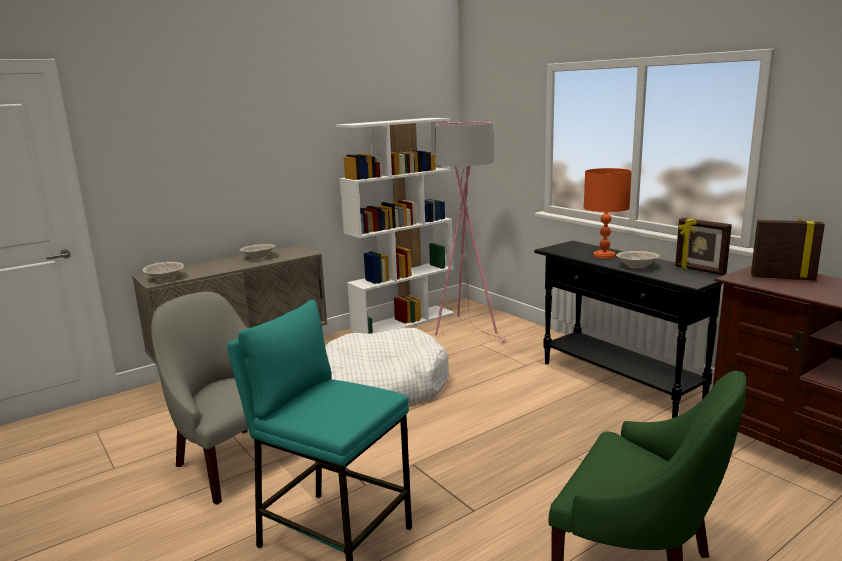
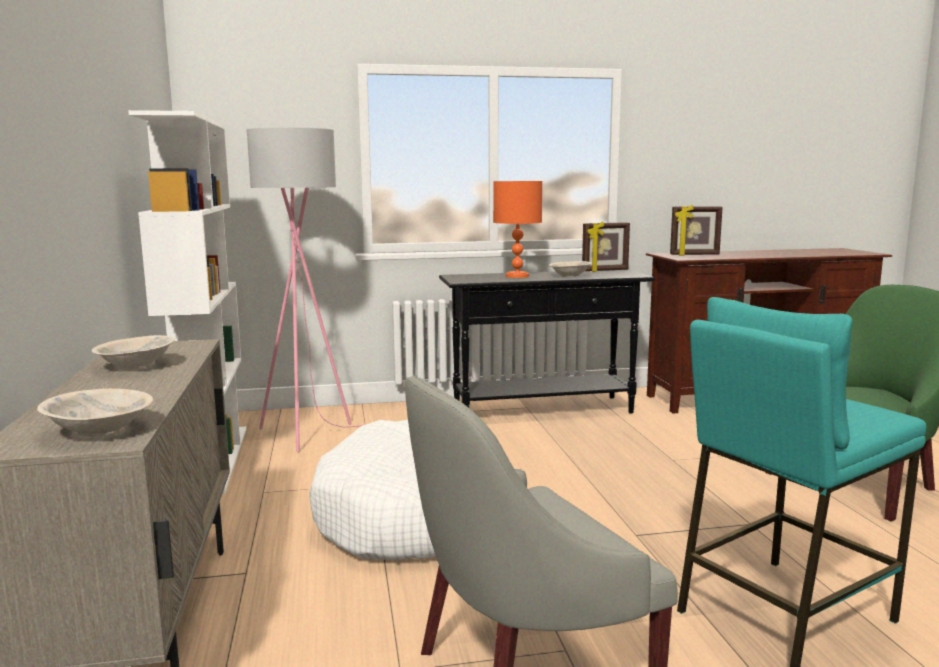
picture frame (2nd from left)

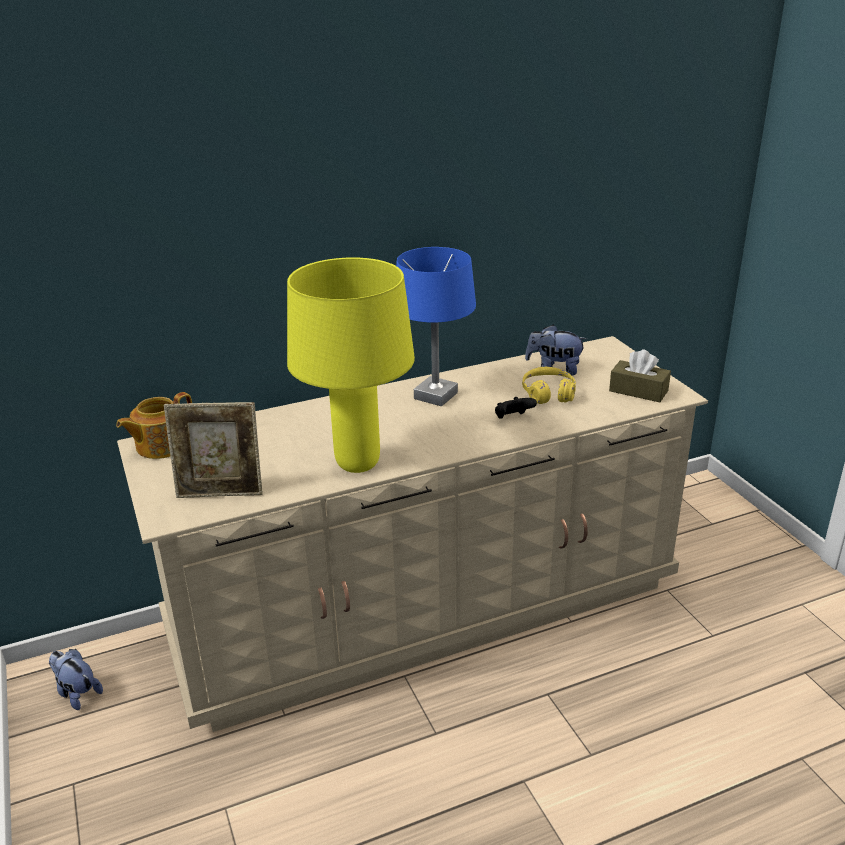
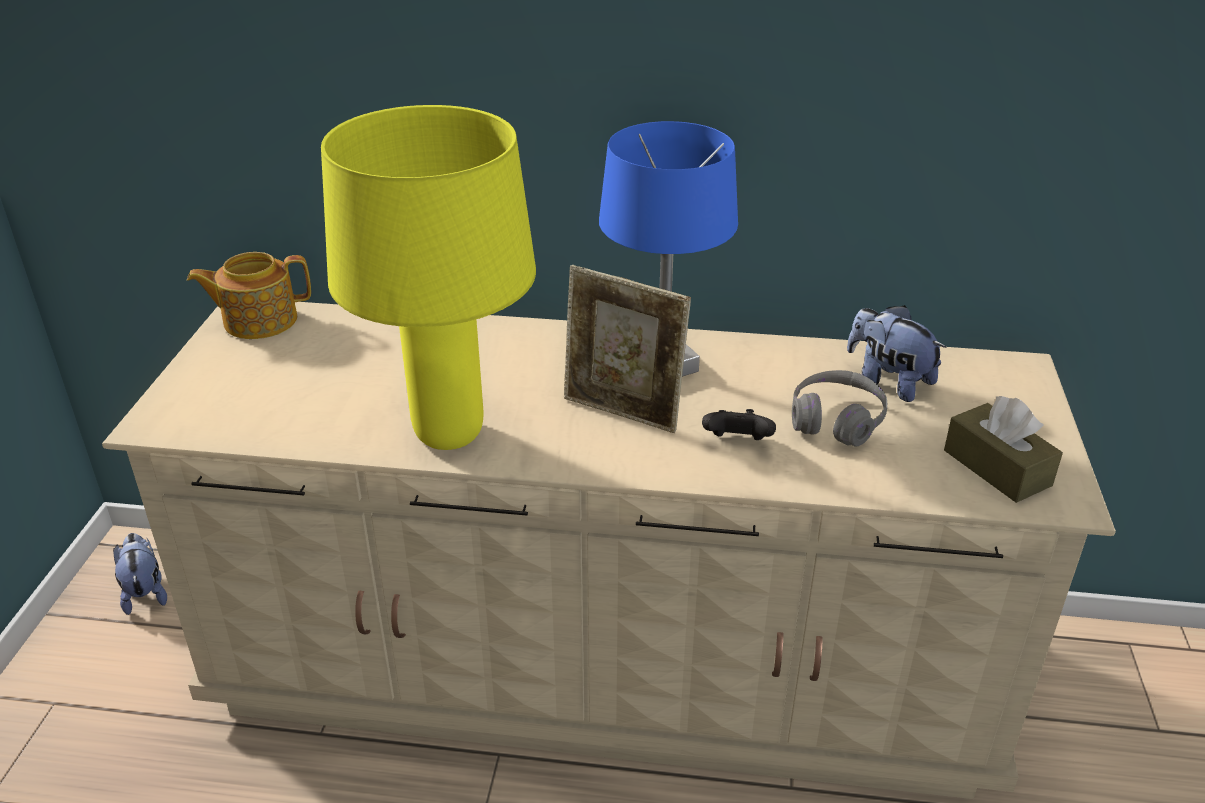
picture frame
gray headset

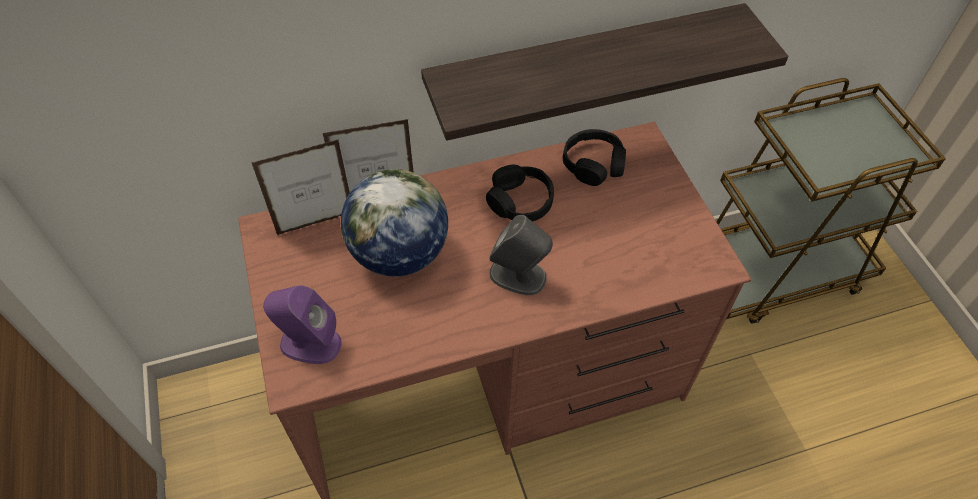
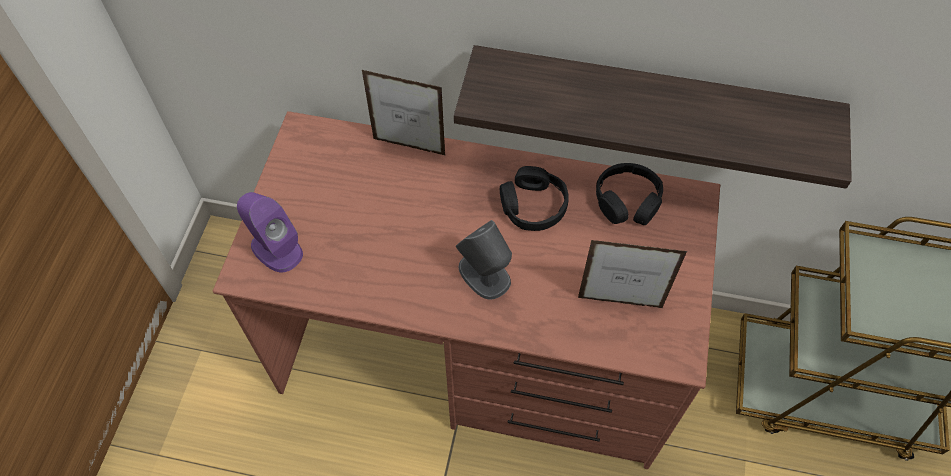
picture frame (2nd from left)
desk globe

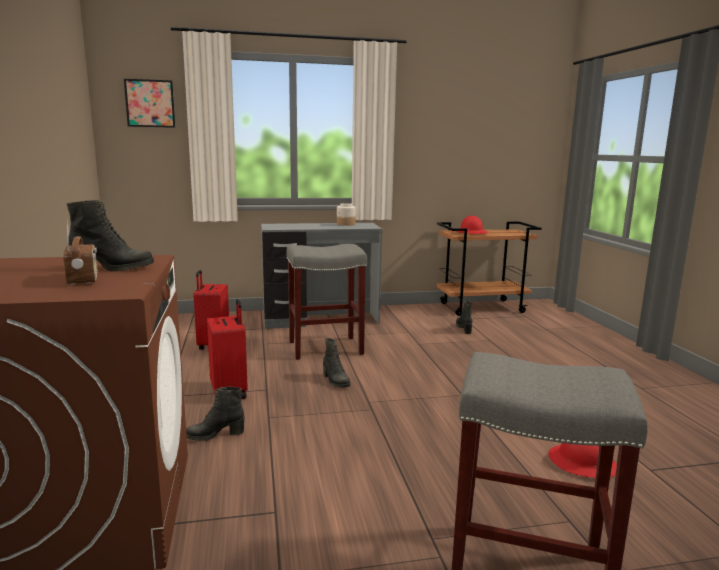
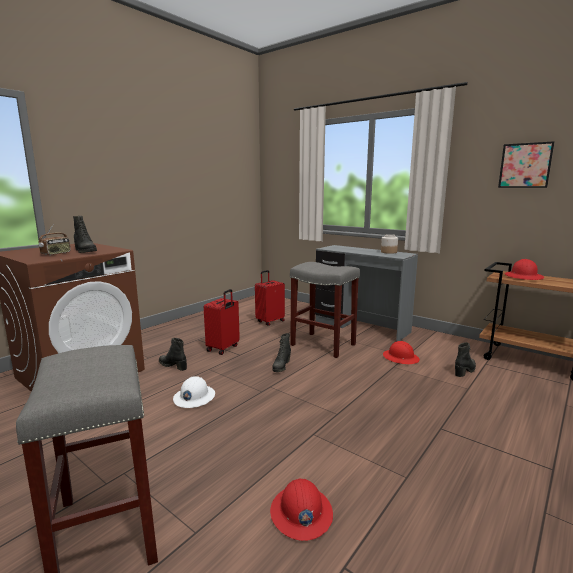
whitish hard hat
red-coloured hard hat (2nd from left)
picture

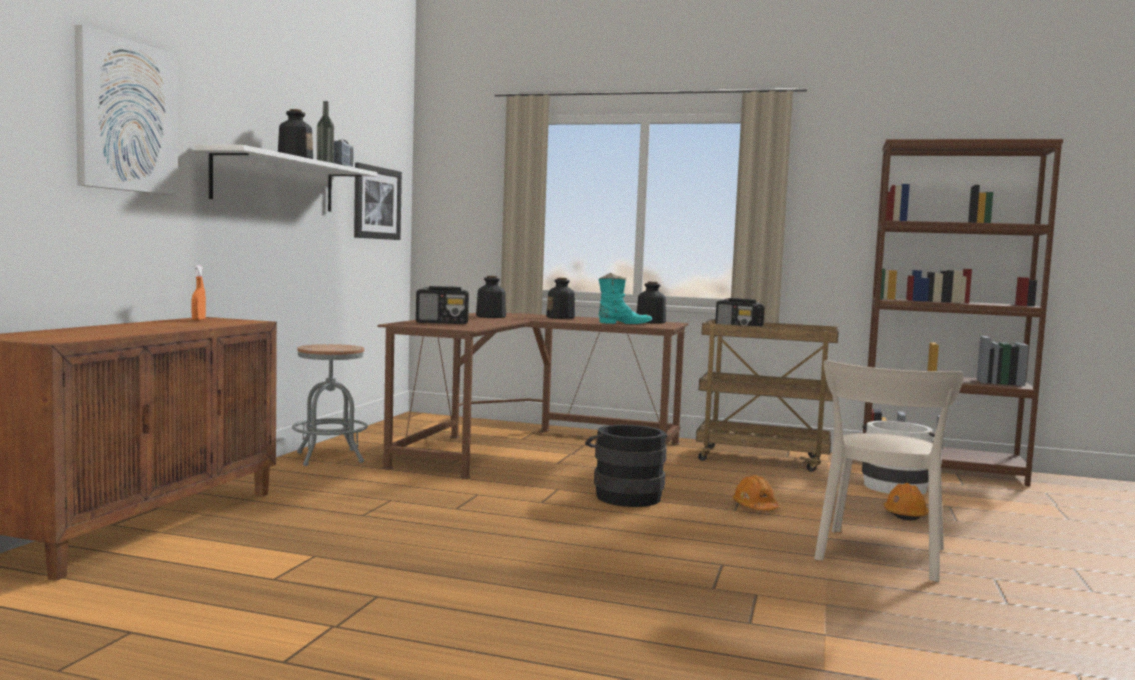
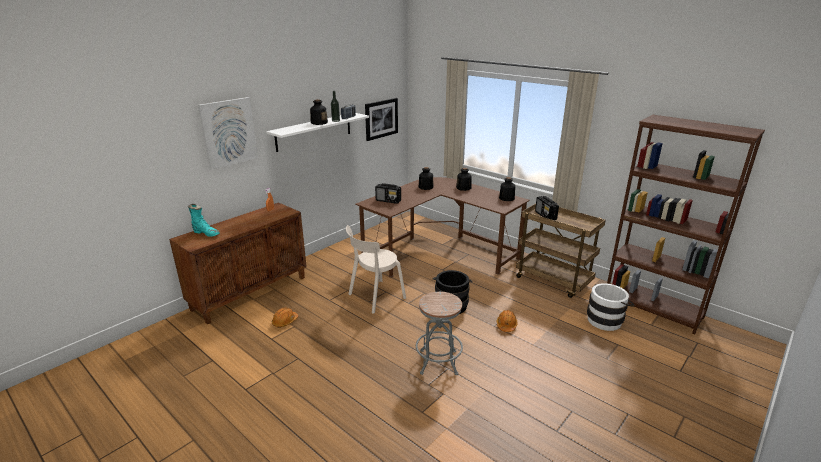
turquoise-coloured high-top boot
orange-coloured hard hat (1st from left)
beige-coloured plain chair
gray stool

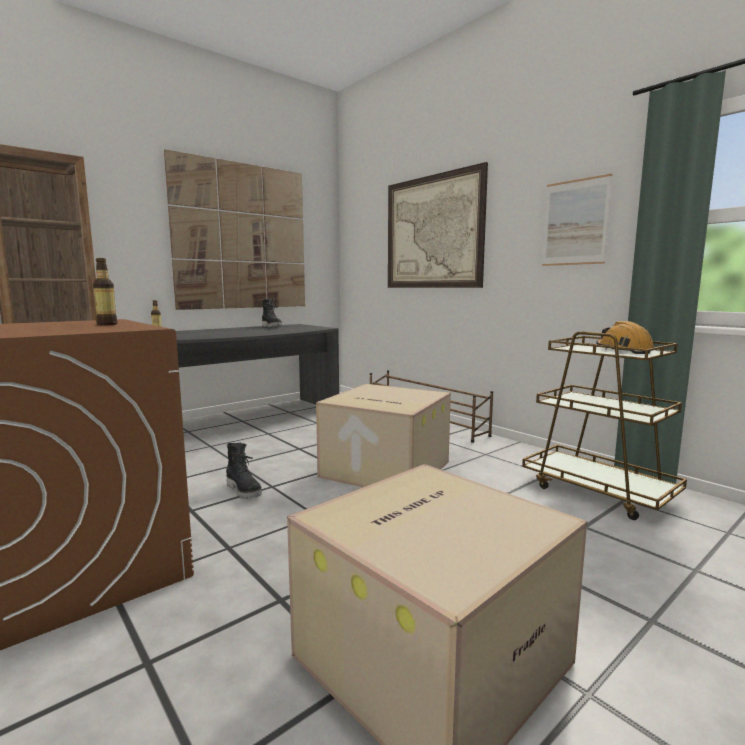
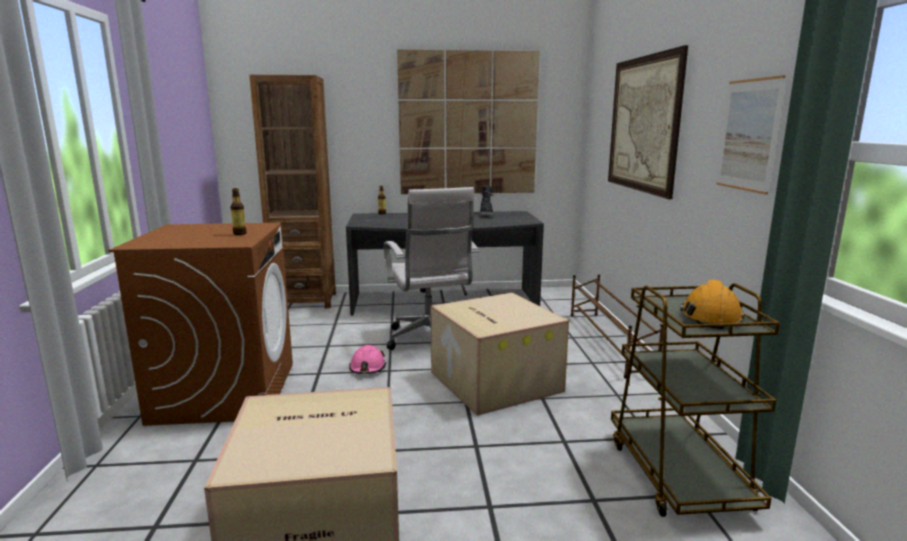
pinkish hard hat
whitish office chair

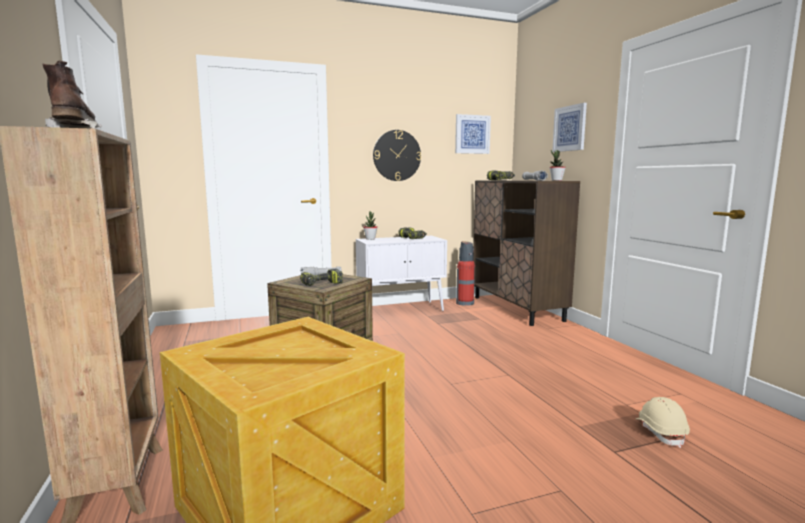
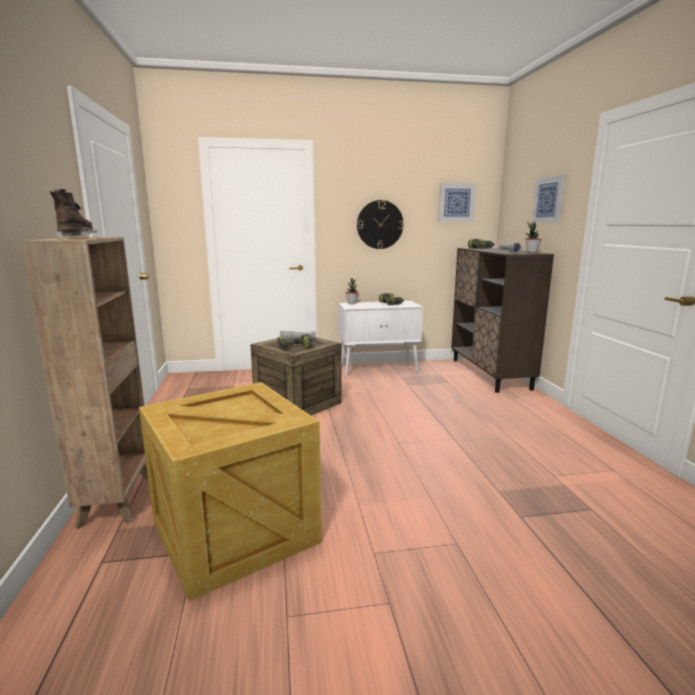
extinguisher
beige-coloured hard hat

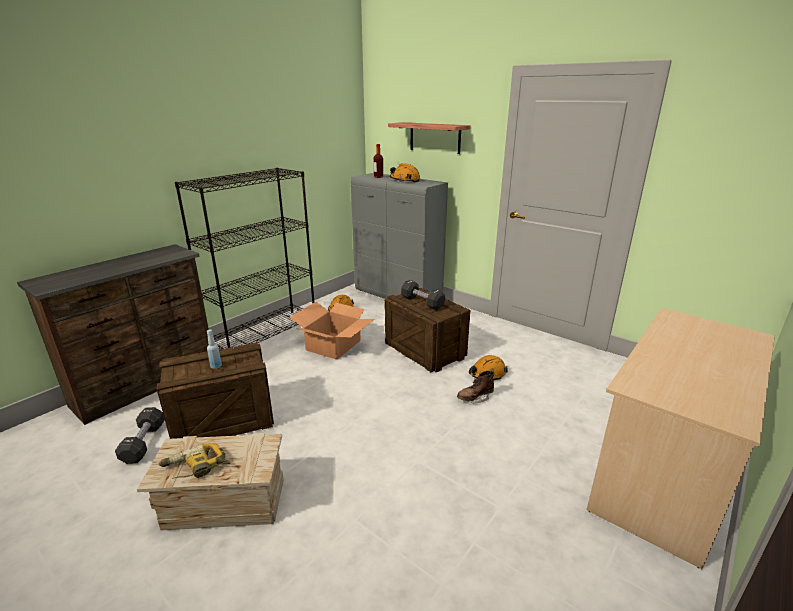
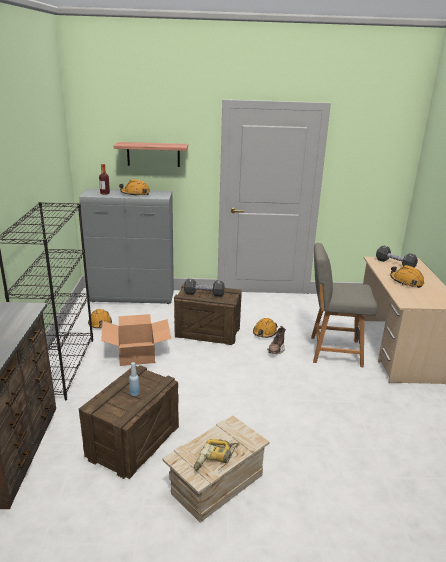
gray plain chair
black hand weight (2nd from left)
orange-coloured hard hat (4th from left)

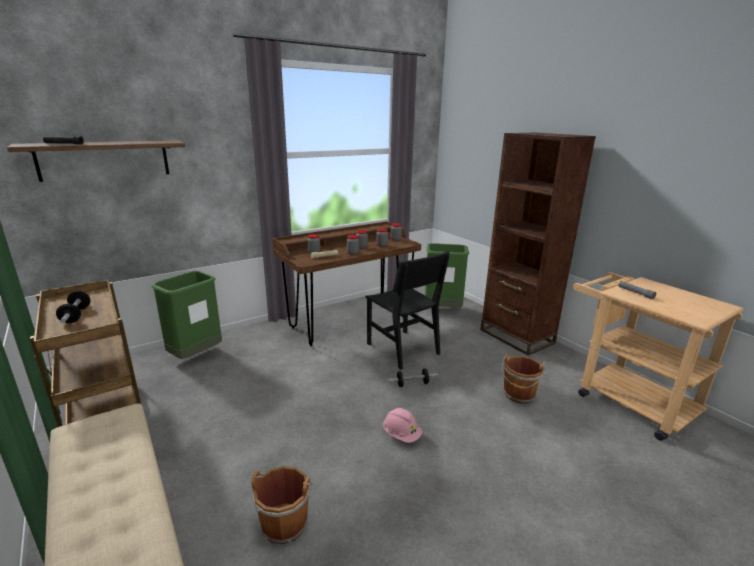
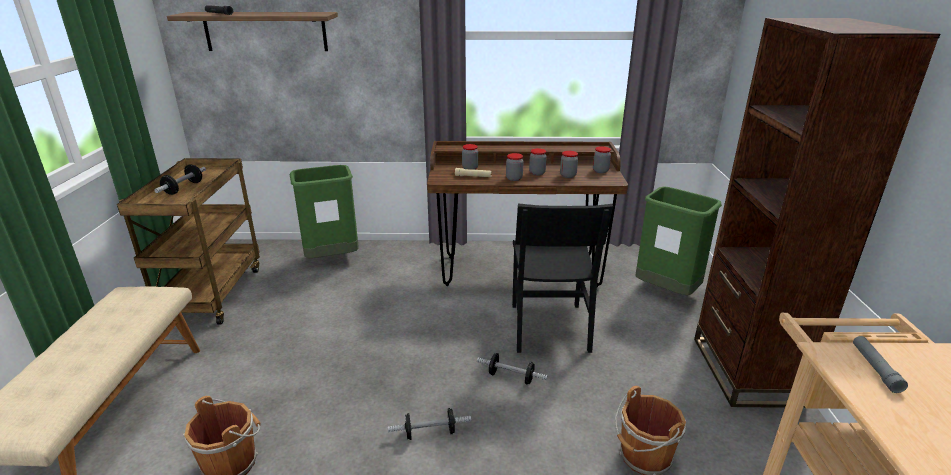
hand weight (2nd from left)

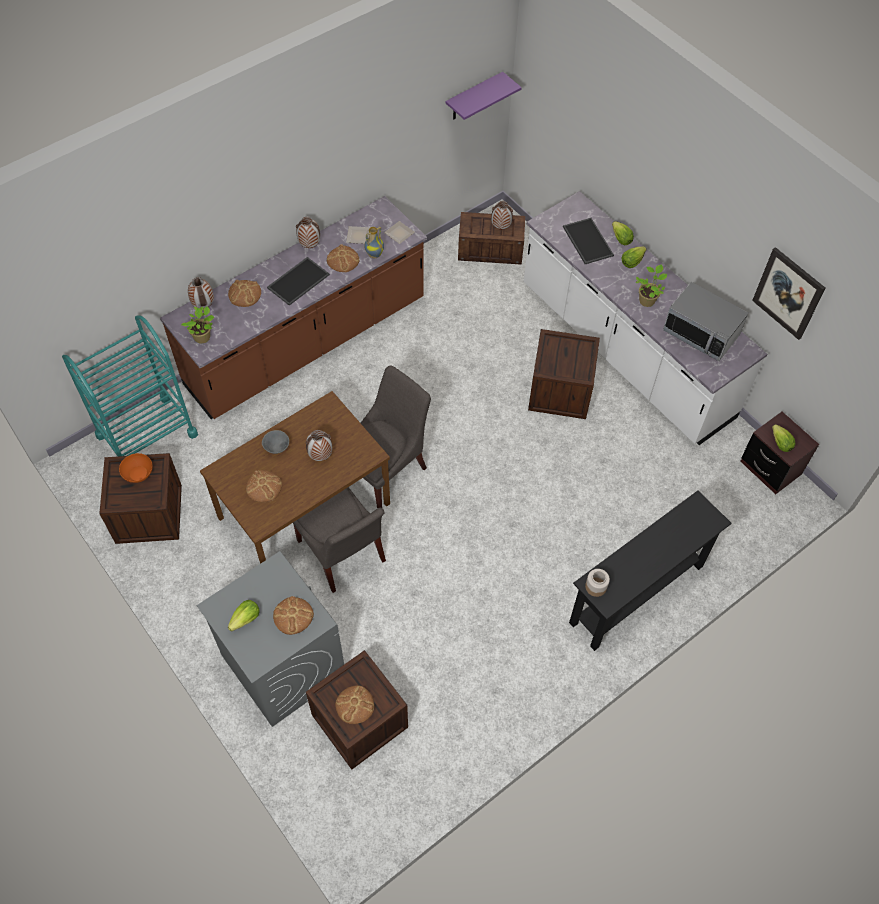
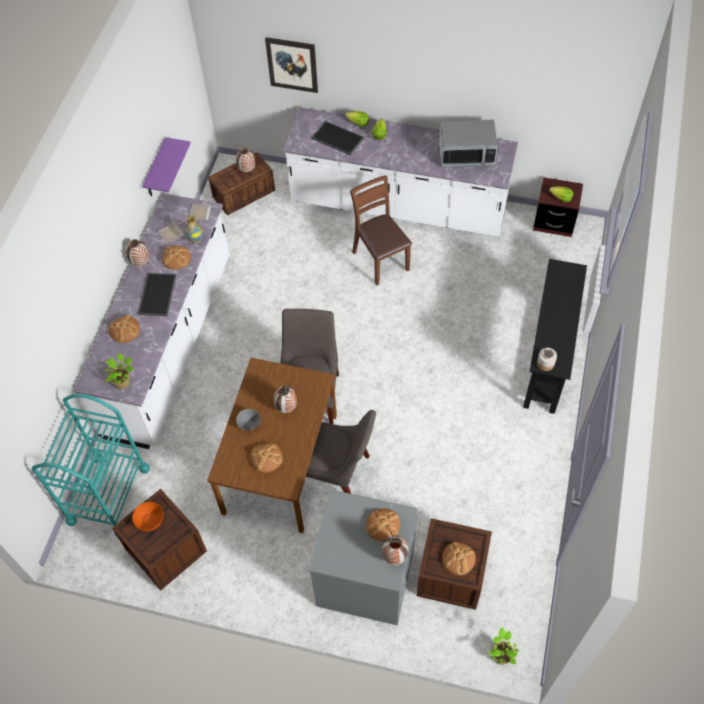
whitish counter (1st from left)
purplish bracket shelf
picture
brown-coloured plain chair
decorative vase (5th from left)
potted plant (2nd from left)
lettuce (1st from left in the first image)

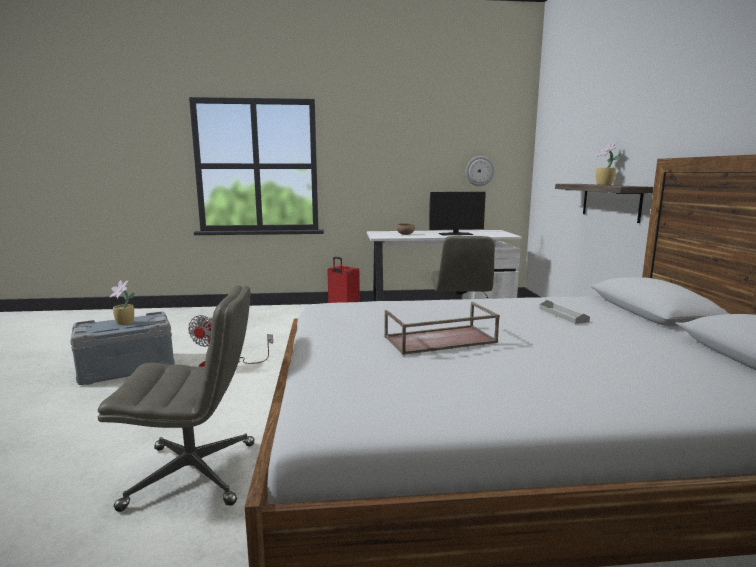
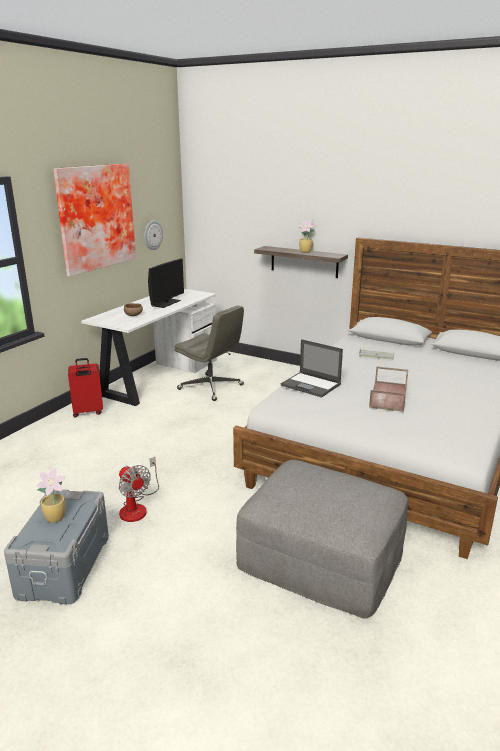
picture
gray ottoman
notebook computer

